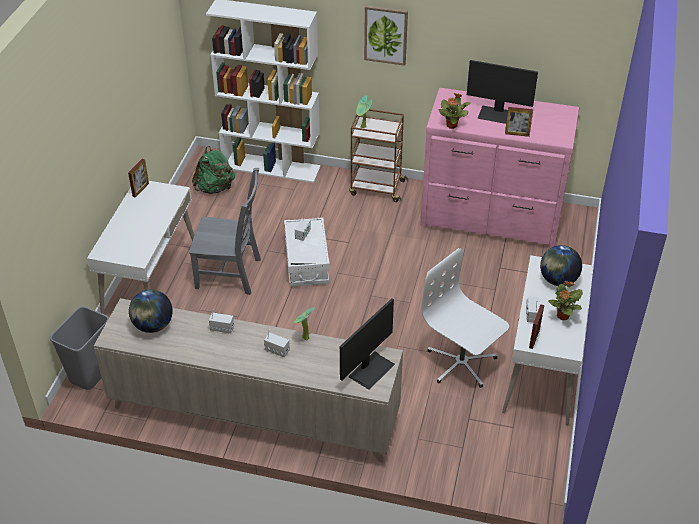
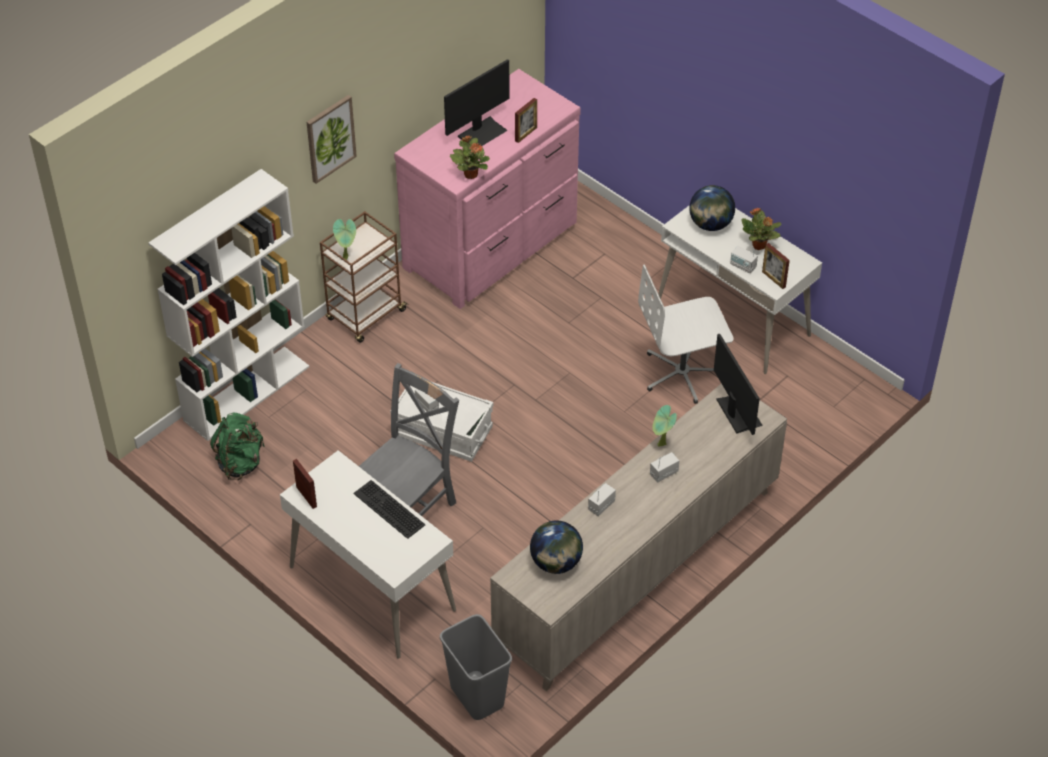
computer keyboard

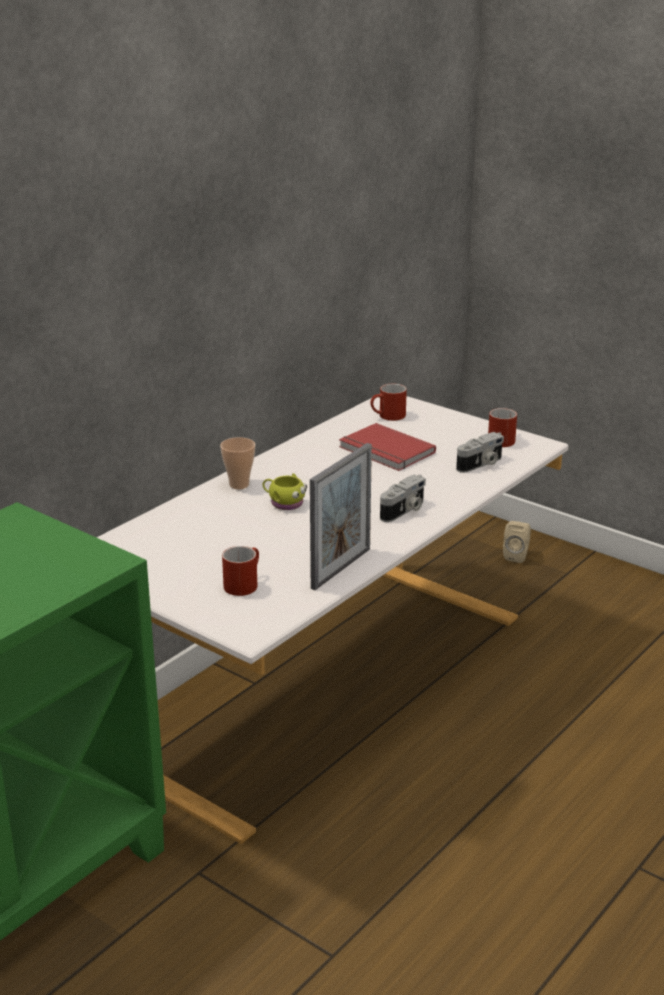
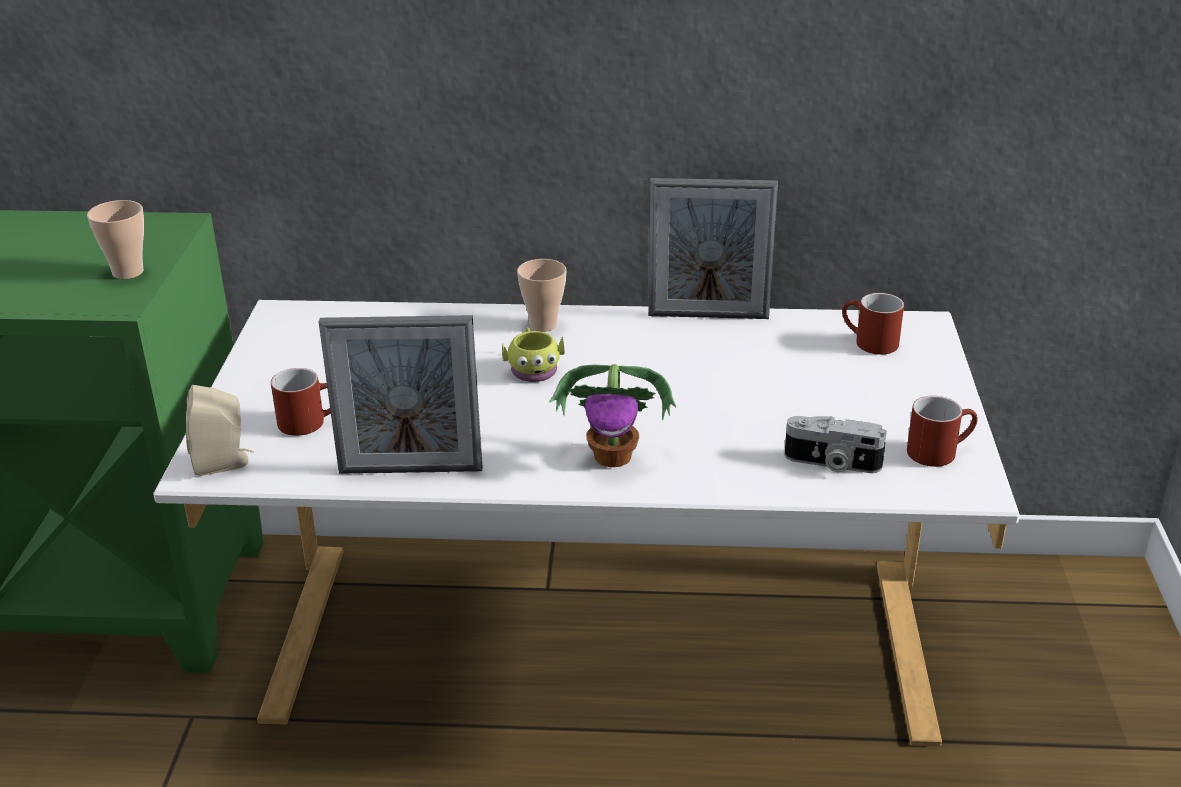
cup (1st from left)
beige-coloured speaker
potted plant
picture frame (2nd from left)
red-coloured volume

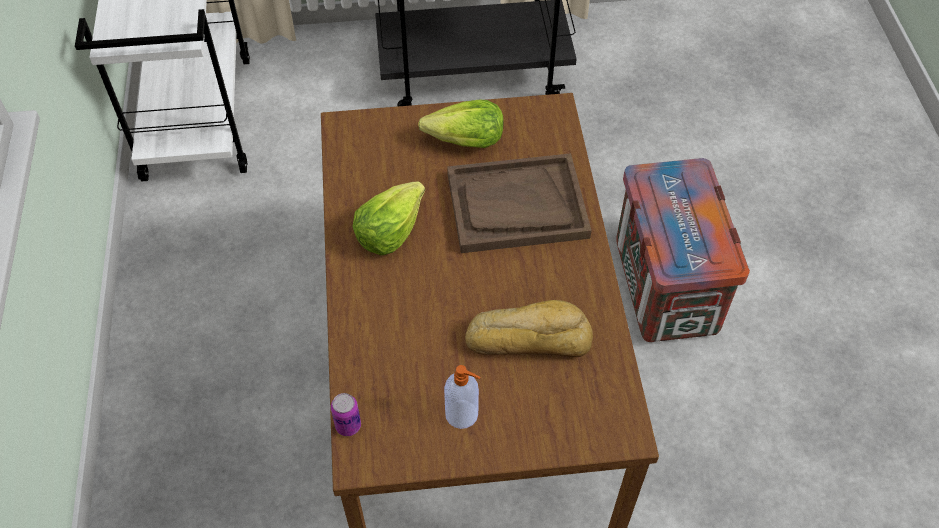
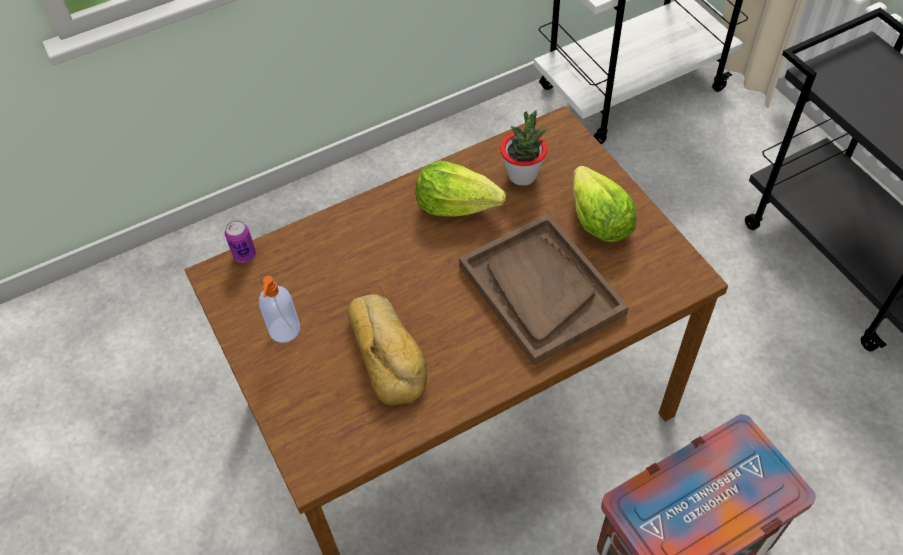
potted plant

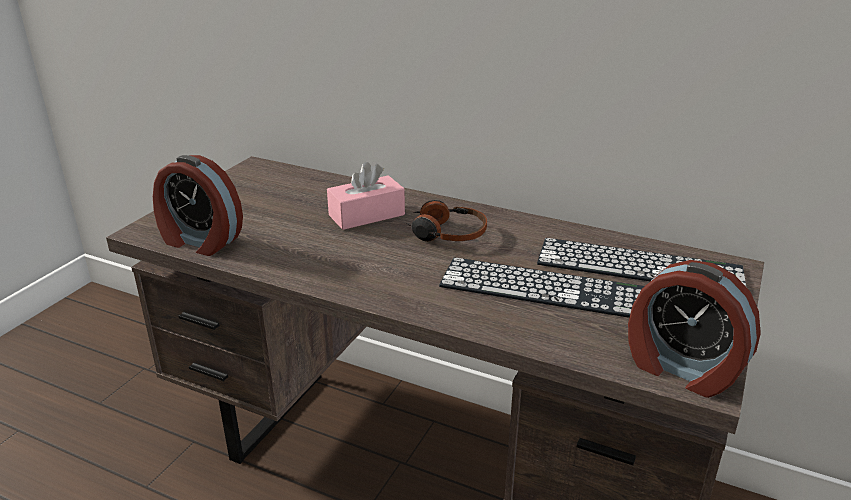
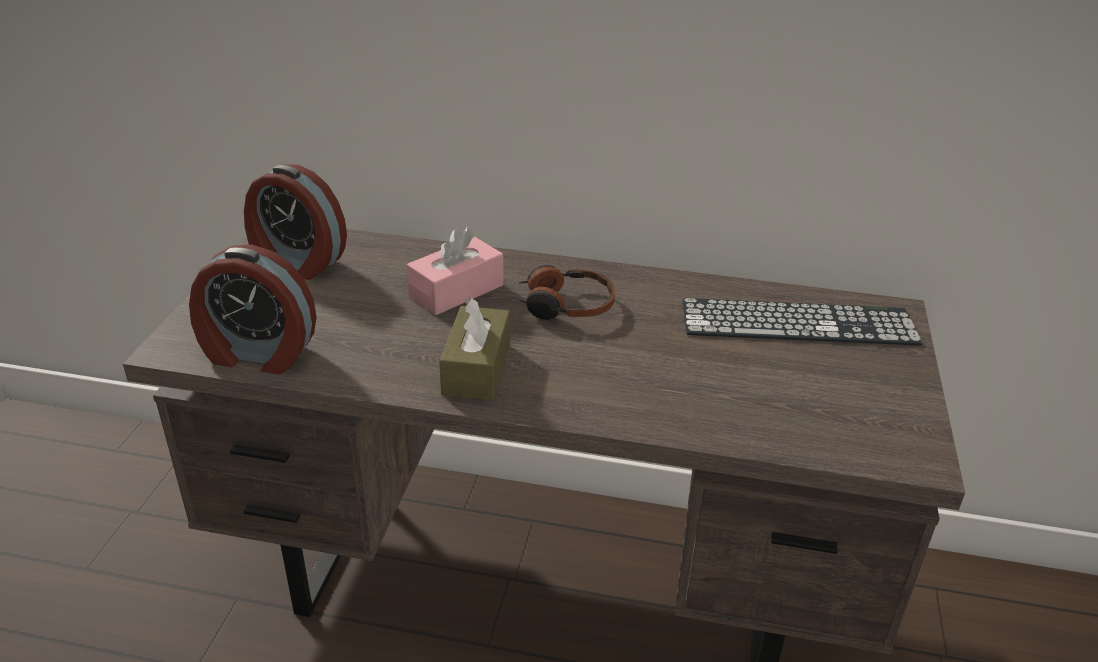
alarm clock (2nd from left)
brown-coloured box of tissues
computer keyboard (1st from left in the first image)

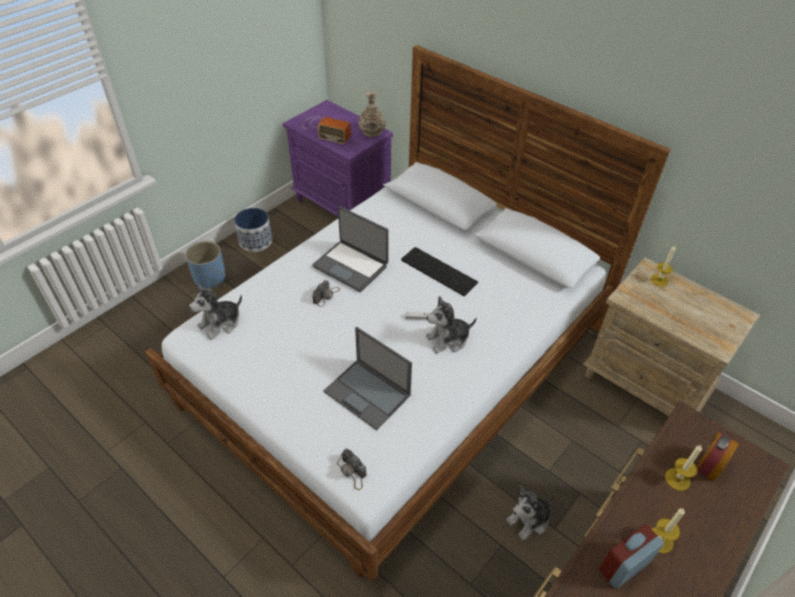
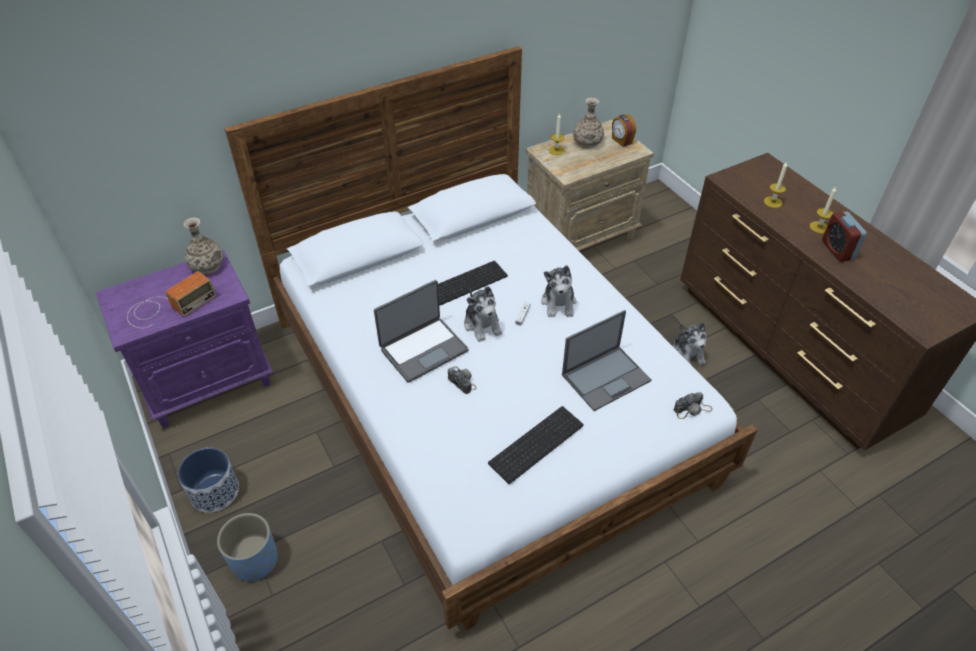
soft toy (1st from left)
computer keyboard (2nd from left)
decorative vase (2nd from left)
alarm clock (1st from left)

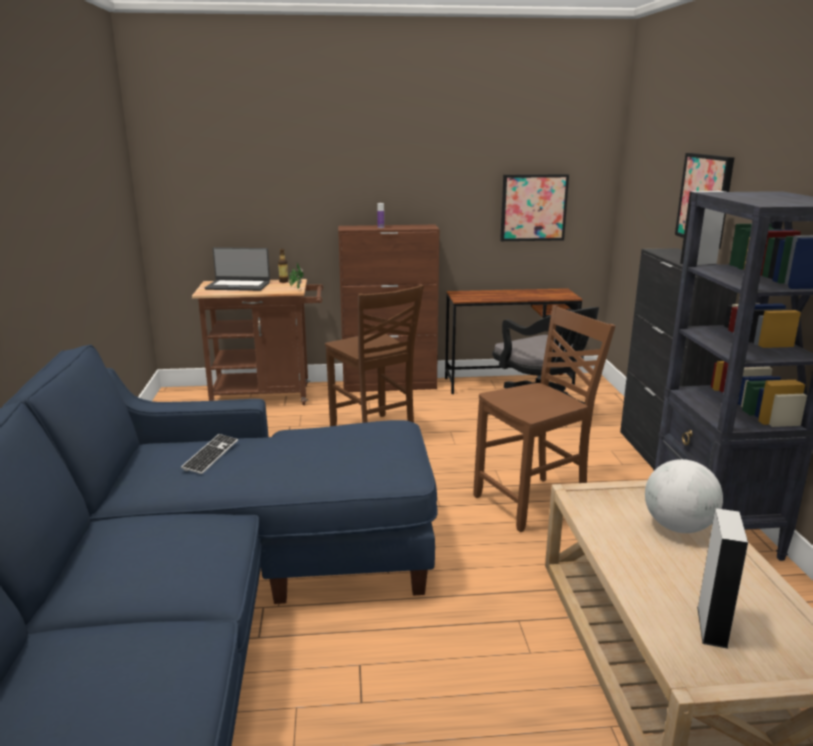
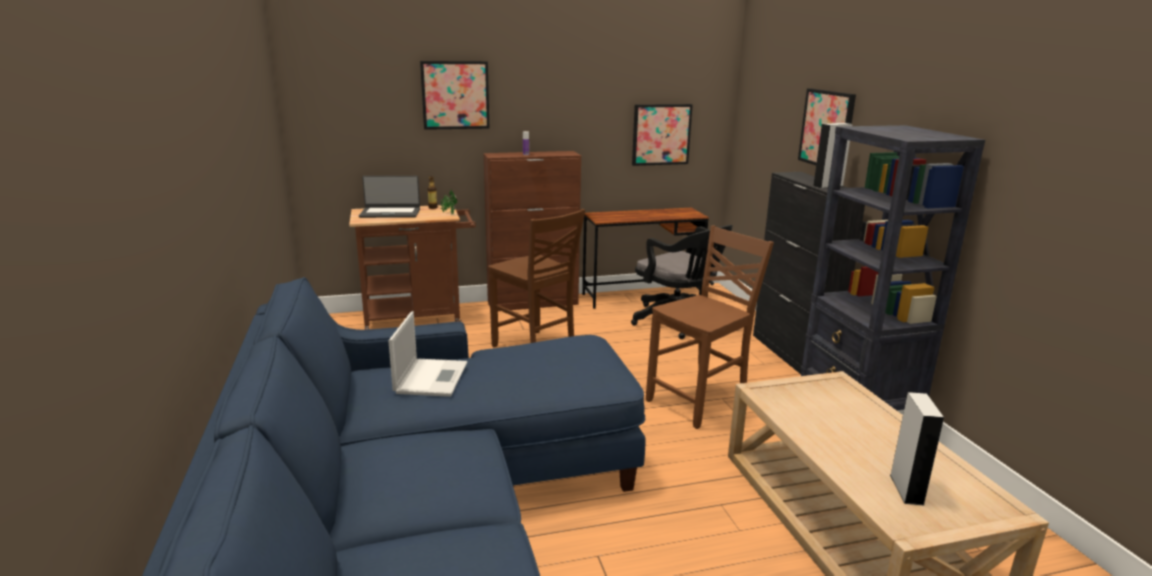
notebook computer (2nd from left)
picture (1st from left)
desk globe

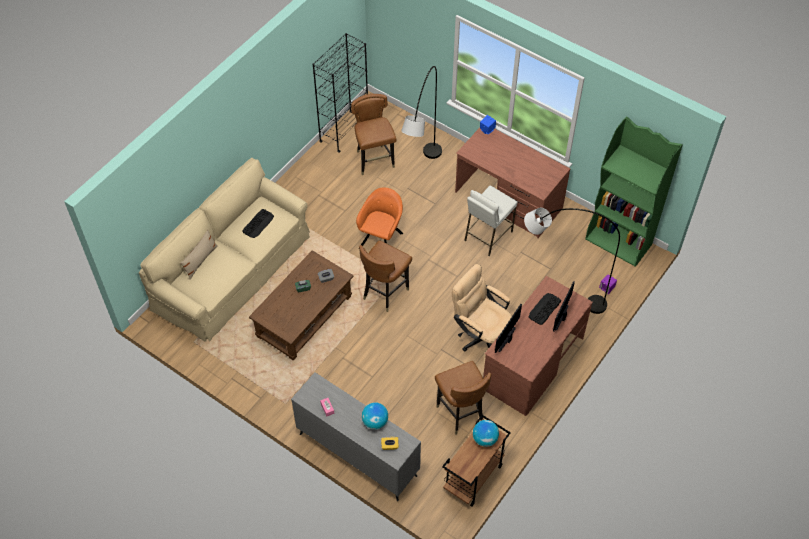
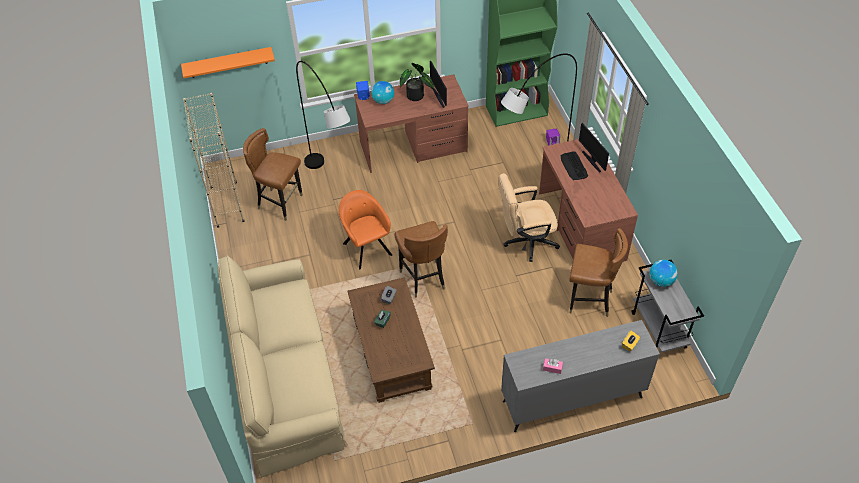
orange-coloured bracket shelf
beige-coloured bookcase
desk globe (1st from left)
potted plant
computer screen (1st from left)
gray wheeled cart
beige-coloured throw pillow
computer keyboard (1st from left in the first image)
whitish stool

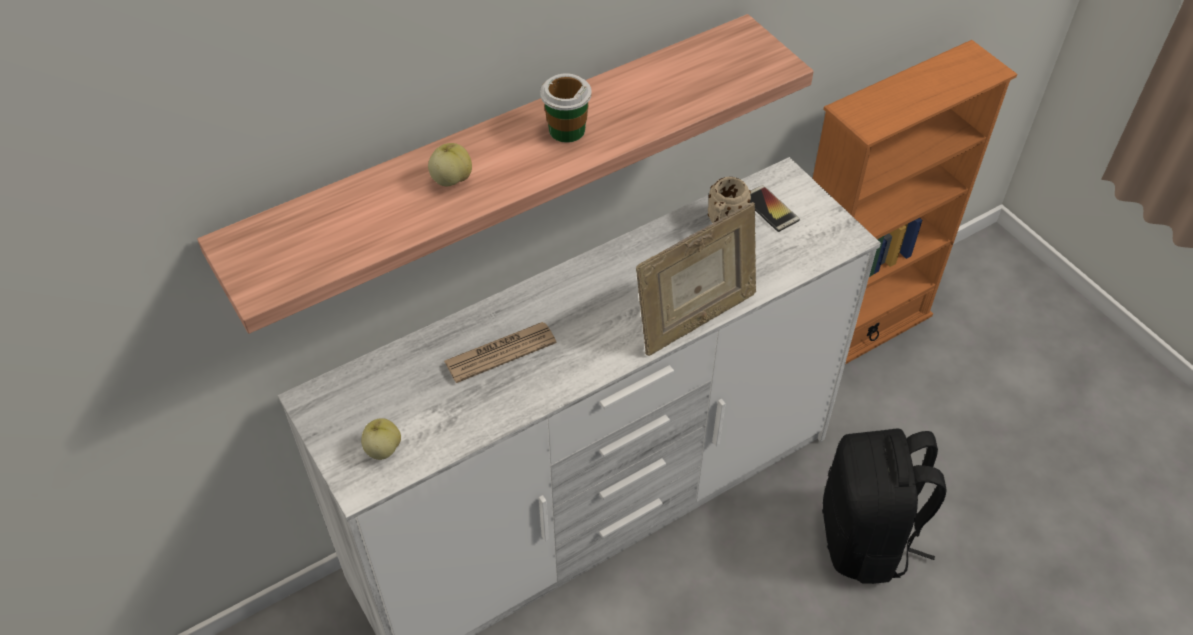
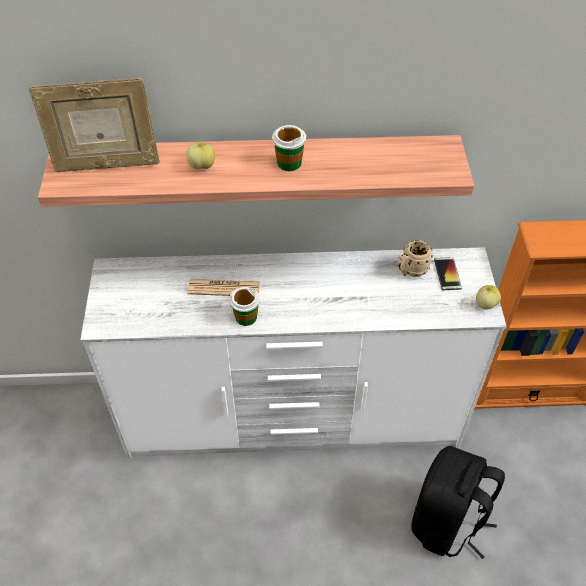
picture frame
cup (1st from left)
whole apple (2nd from left)

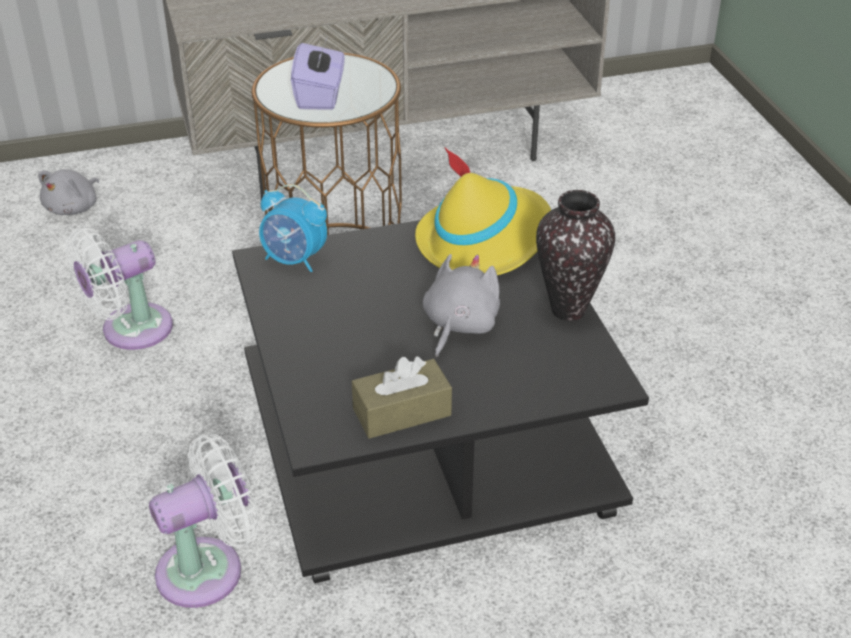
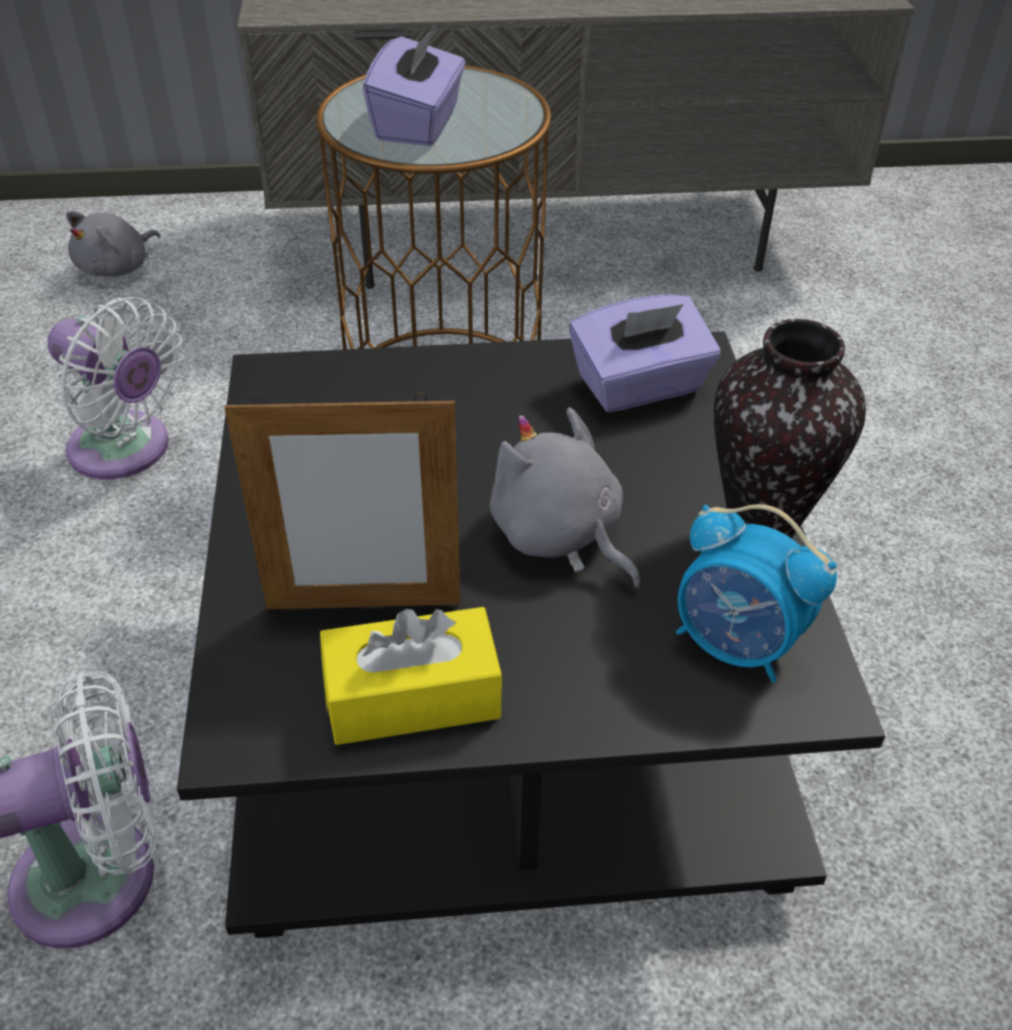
whitish electric fan (2nd from left)
picture frame
yellow box of tissues
gray soft toy (2nd from left)
purplish box of tissues (2nd from left)
alarm clock

